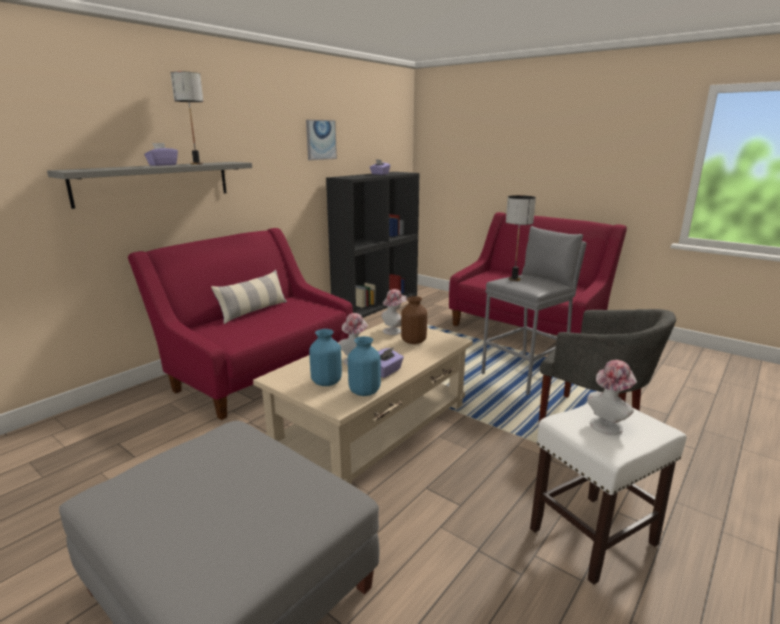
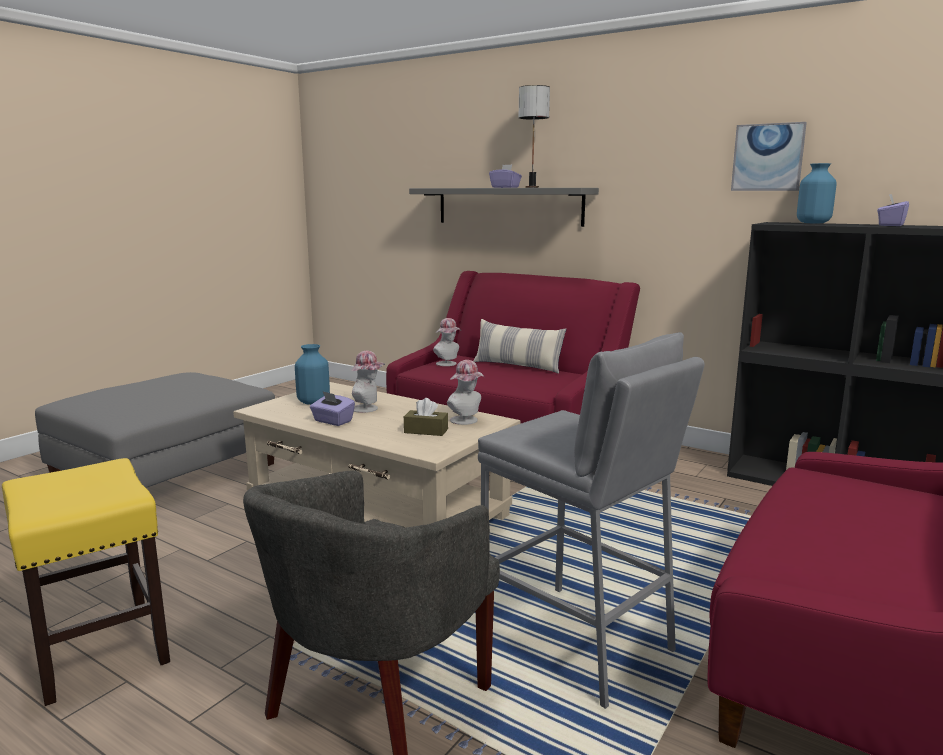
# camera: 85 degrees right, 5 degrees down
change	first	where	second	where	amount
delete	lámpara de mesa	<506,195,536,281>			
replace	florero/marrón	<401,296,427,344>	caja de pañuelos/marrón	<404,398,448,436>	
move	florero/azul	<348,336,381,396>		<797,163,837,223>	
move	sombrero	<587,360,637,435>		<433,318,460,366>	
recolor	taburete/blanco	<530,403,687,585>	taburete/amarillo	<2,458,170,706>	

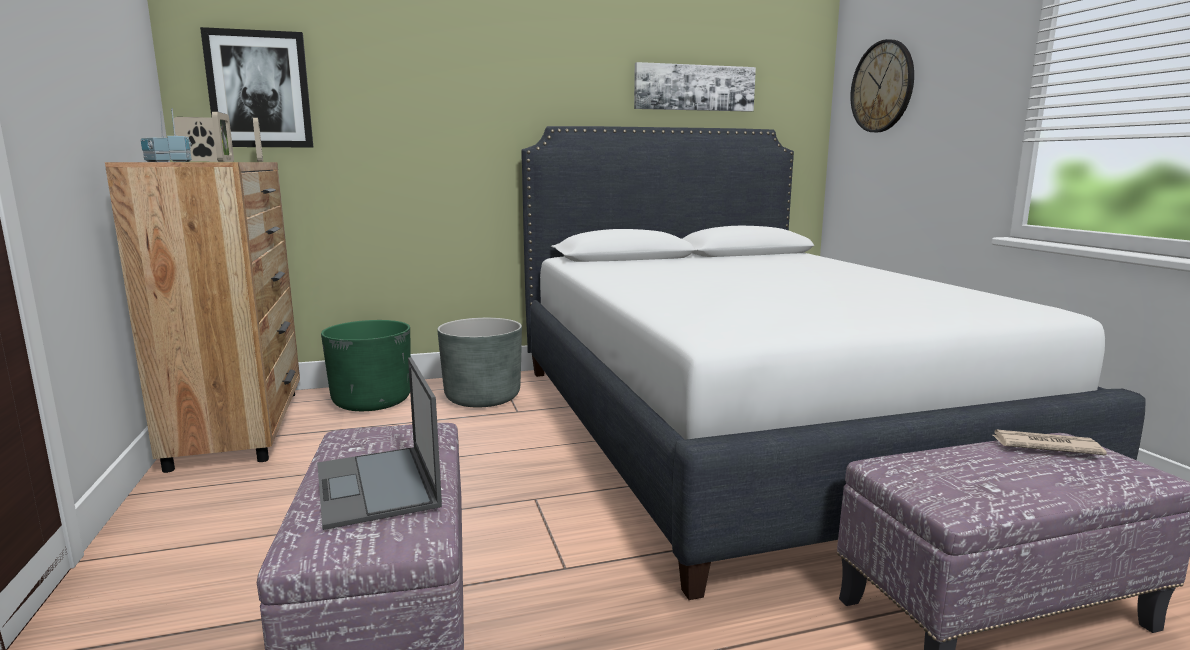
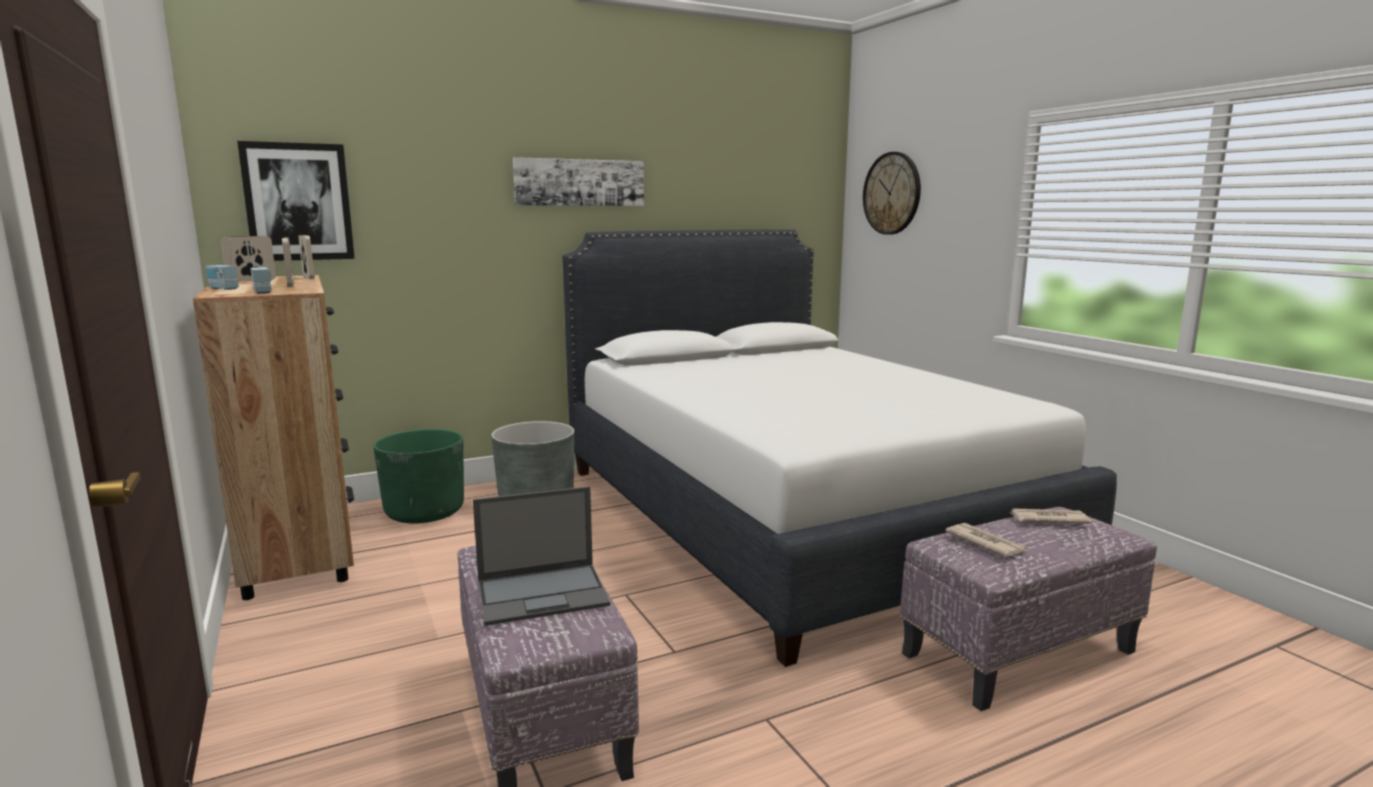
# camera: 10 degrees left, 0 degrees up
change	first	where	second	where	amount
move	cuadro	<634,62,756,112>		<513,157,644,206>	
rotate	portátil	<317,357,442,530>		<473,486,610,626>	75 degrees counterclockwise
insert			periódico	<945,523,1028,557>	

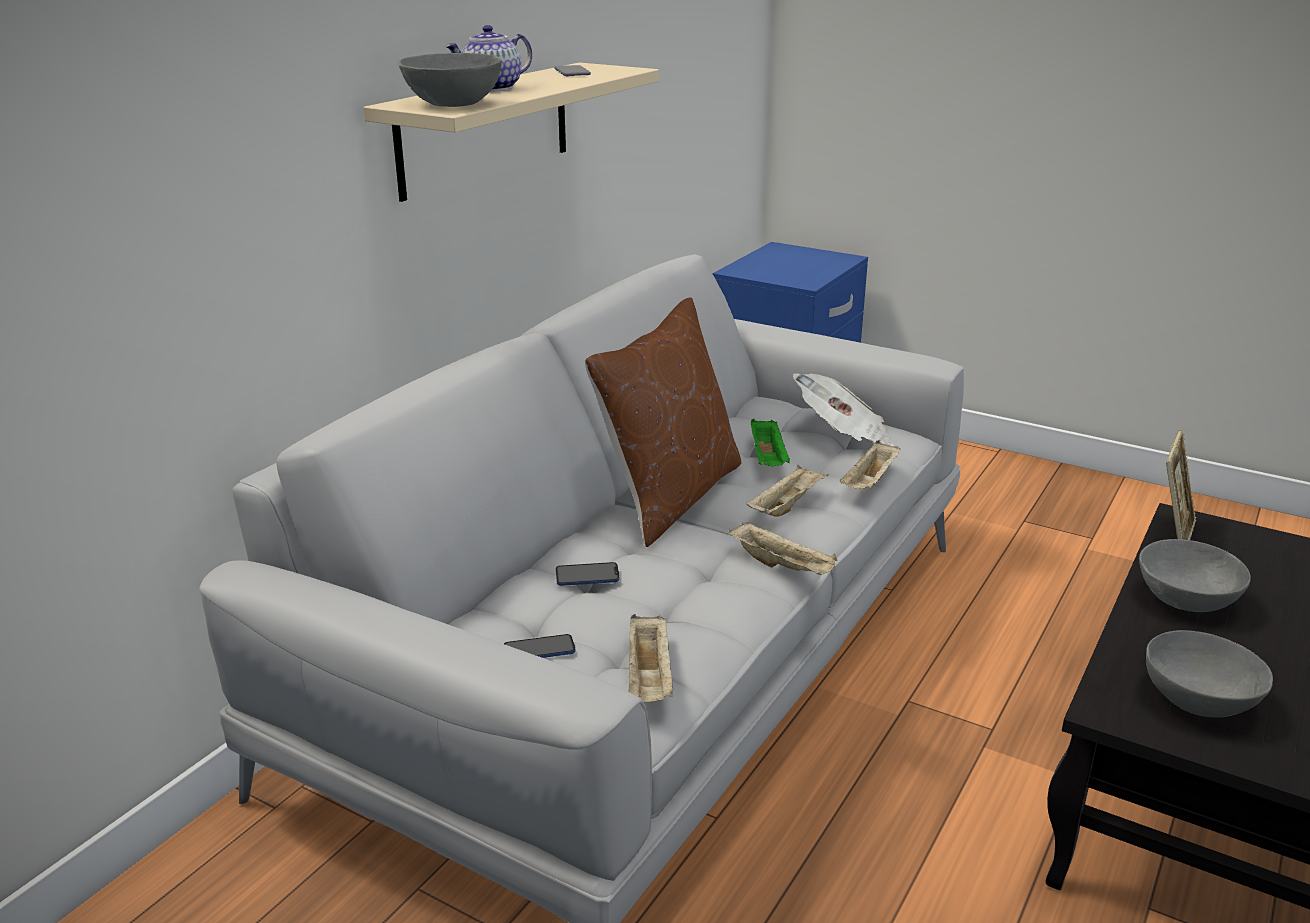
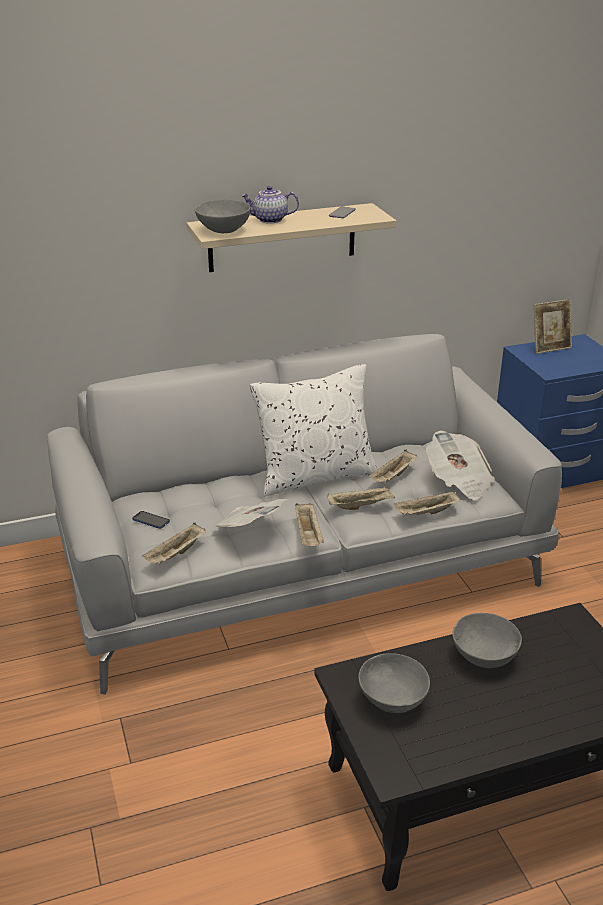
# camera: 40 degrees right, 5 degrees up
change	first	where	second	where	amount
recolor	cojín/marrón	<585,297,741,547>	cojín/blanco	<250,364,377,496>	
recolor	bandeja/verde	<751,419,790,466>	bandeja/beis	<369,450,418,483>	
move	portarretratos	<1166,430,1196,540>		<534,299,572,354>	
delete	móvil	<556,562,620,586>			
insert			periódico	<213,499,288,527>	

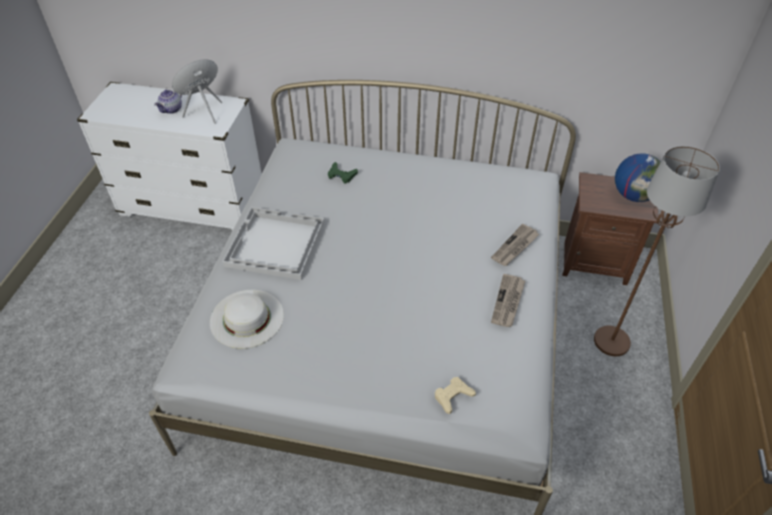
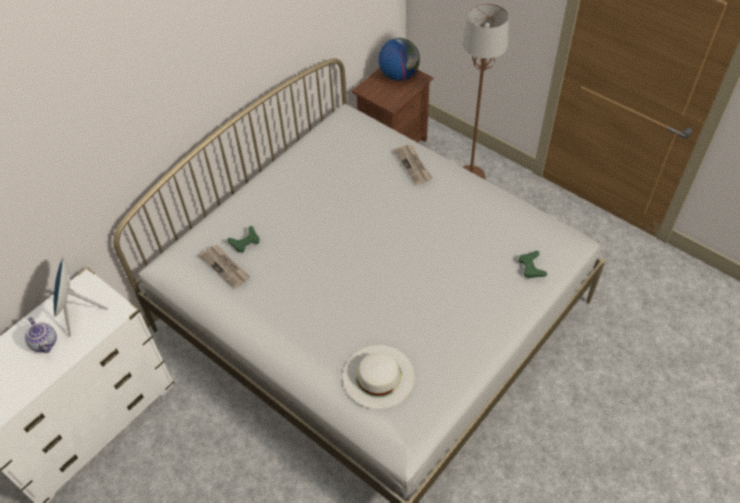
# camera: 60 degrees left, 5 degrees up
change	first	where	second	where	amount
delete	bandeja/blanco	<223,207,325,280>			
move	periódico	<491,274,525,327>		<199,245,250,289>	
recolor	mando de consola/beis	<435,377,476,414>	mando de consola/verde	<519,251,547,278>	

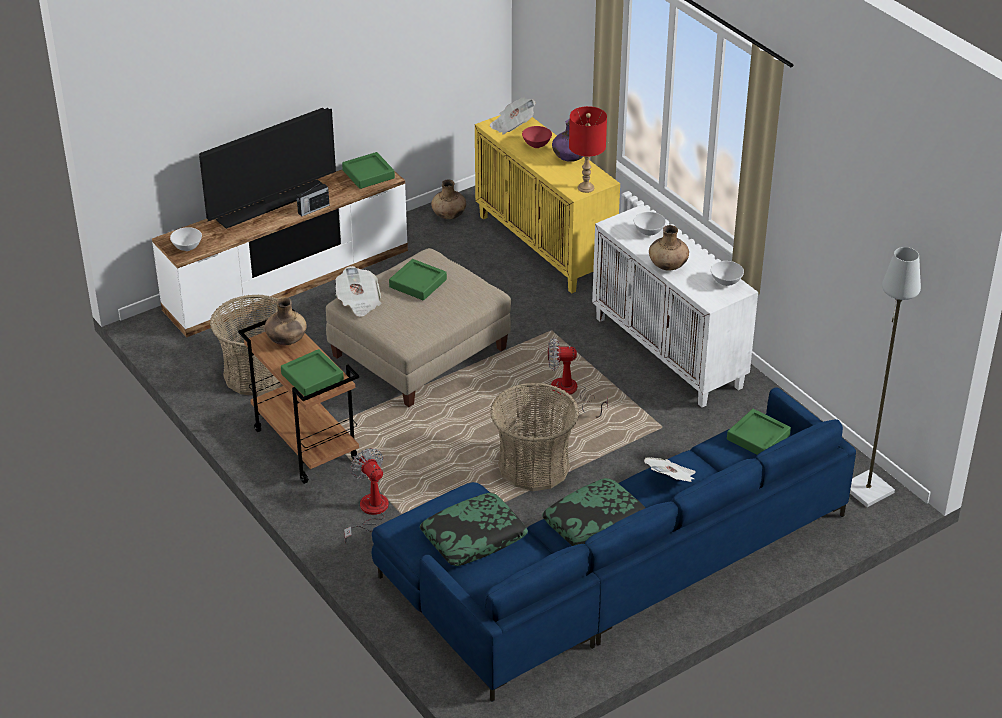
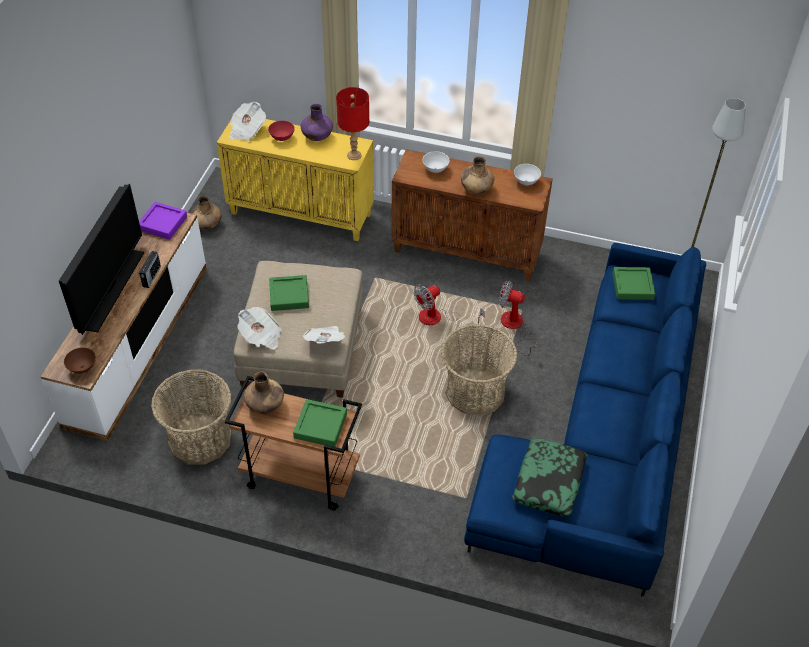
# camera: 40 degrees left, 10 degrees up
change	first	where	second	where	amount
recolor	bandeja/verde	<342,152,395,189>	bandeja/morado	<139,202,187,240>	
recolor	armario/blanco	<592,204,758,407>	armario/marrón	<391,149,553,281>	
recolor	cuenco/blanco	<170,227,202,251>	cuenco/marrón	<64,347,96,374>	
move	ventilador	<344,448,389,543>		<499,280,537,356>	
move	periódico	<644,457,696,482>		<303,326,346,344>	
delete	cojín	<542,478,645,546>			

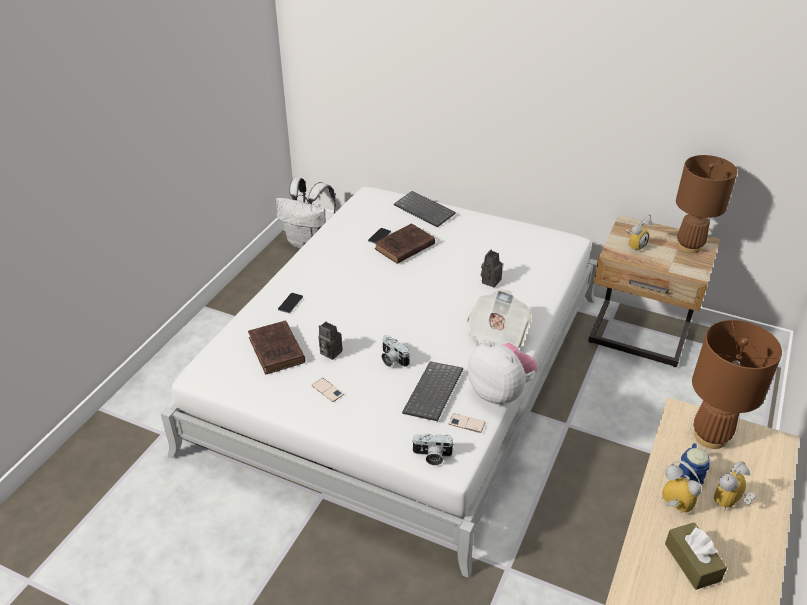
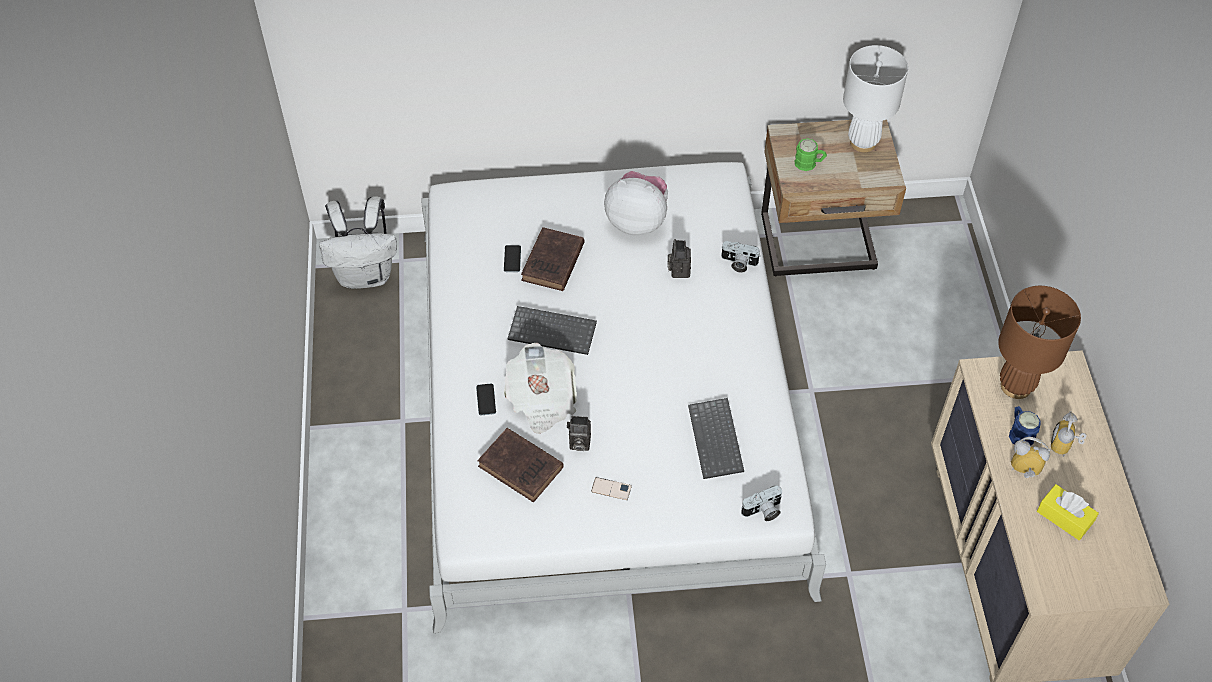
# camera: 30 degrees left, 15 degrees up
change	first	where	second	where	amount
recolor	lámpara de mesa/marrón	<676,155,738,253>	lámpara de mesa/blanco	<843,45,908,152>	
move	teclado	<394,191,456,227>		<507,306,597,355>	
replace	despertador	<626,214,653,251>	taza grande/verde	<794,138,827,171>	
move	periódico	<467,290,532,348>		<504,343,577,434>	
move	cámara	<382,335,410,367>		<721,241,761,273>	
move	peluche	<468,340,537,405>		<604,171,668,235>	
delete	móvil	<449,413,486,433>			
recolor	caja de pañuelos/marrón	<665,523,727,590>	caja de pañuelos/amarillo	<1037,484,1099,540>	

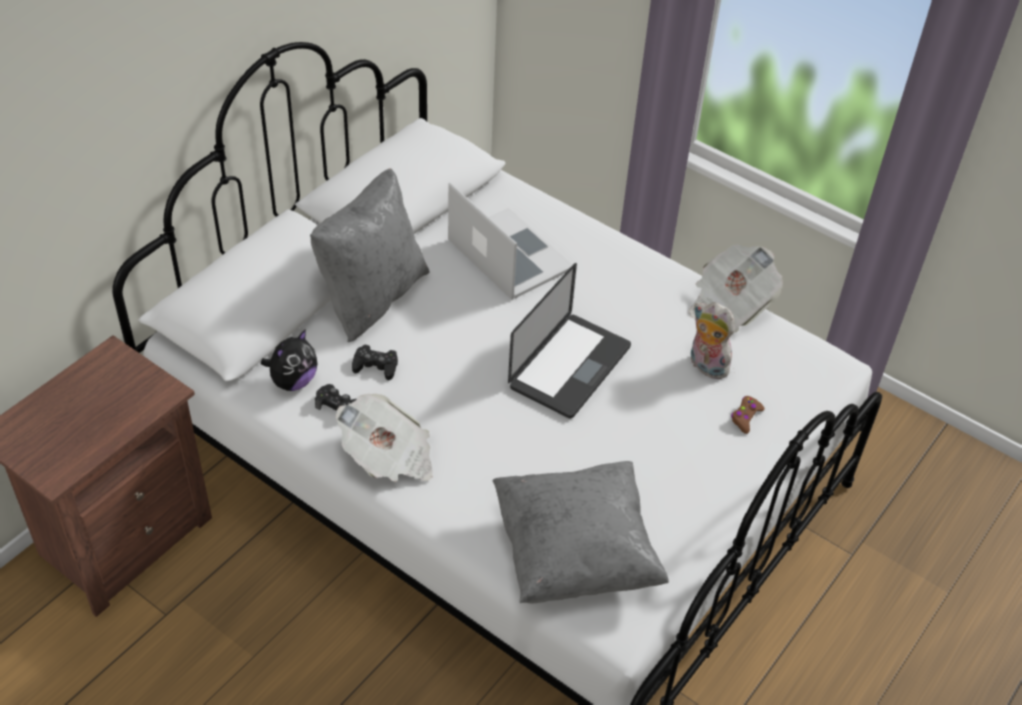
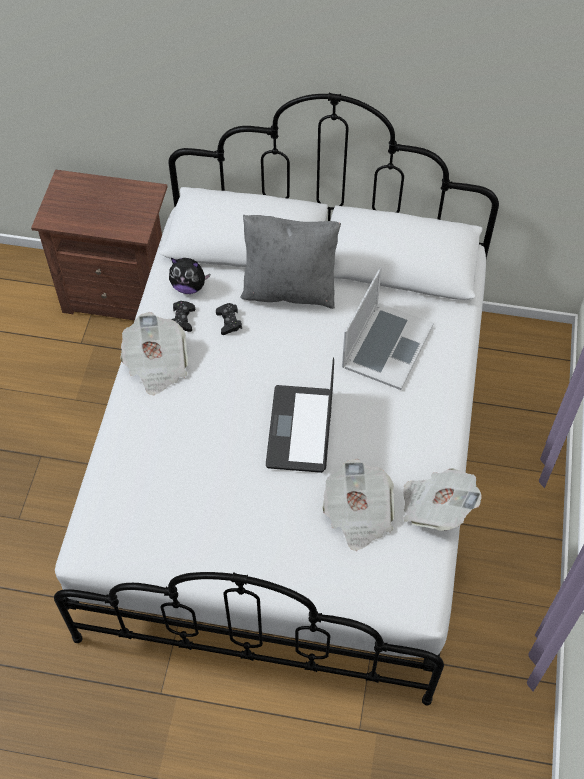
# camera: 65 degrees right, 10 degrees up
change	first	where	second	where	amount
rotate	portátil	<508,263,631,419>		<266,358,334,473>	90 degrees clockwise
replace	peluche	<691,302,735,379>	periódico	<322,459,395,551>	
delete	mando de consola/marrón	<731,396,765,434>			
delete	cojín/gris	<492,461,669,603>			

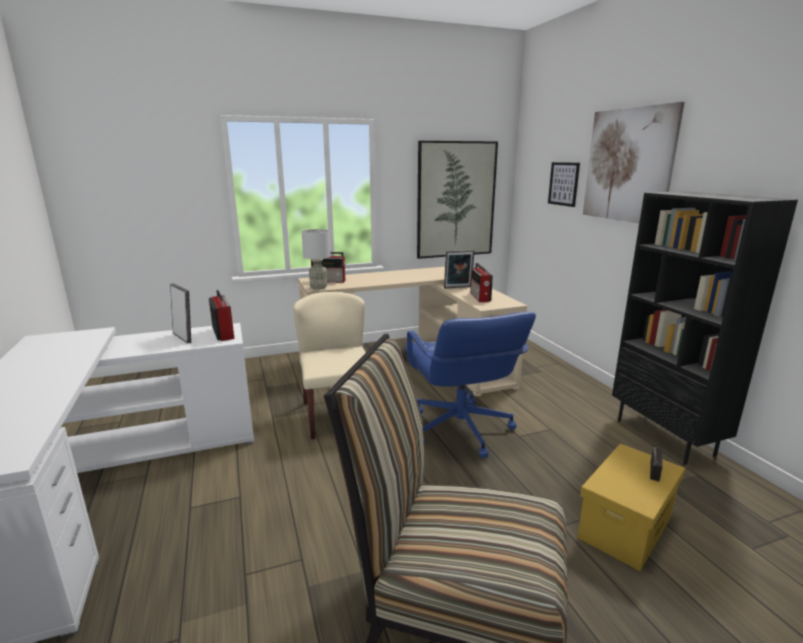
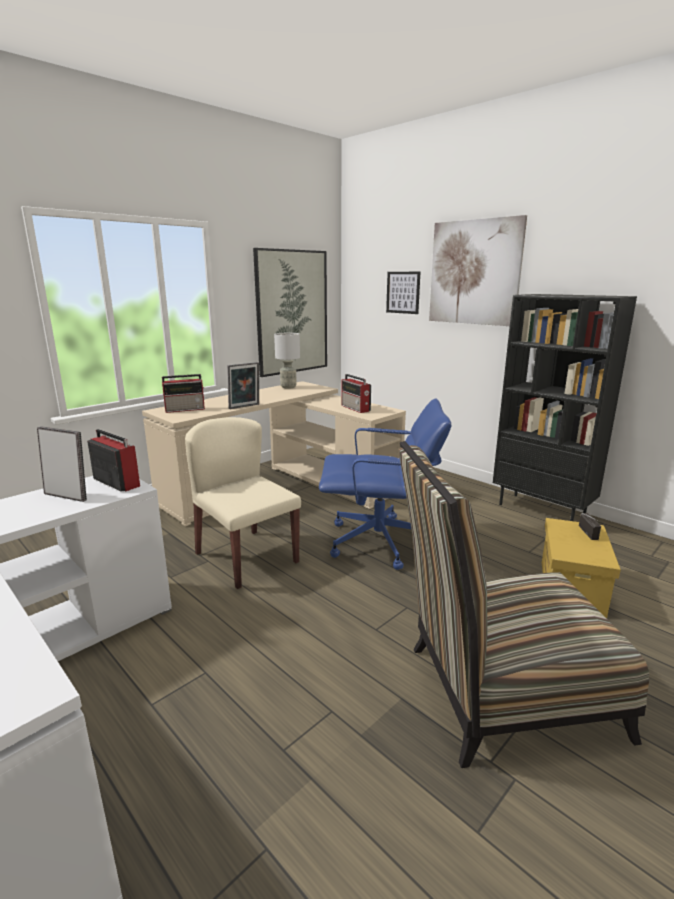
# camera: 25 degrees left, 0 degrees up
change	first	where	second	where	amount
move	lámpara de mesa/gris	<302,229,331,290>		<274,333,300,389>	
move	portarretratos	<444,250,475,288>		<227,362,259,409>	
rotate	silla de oficina/azul	<405,312,536,458>		<319,399,451,570>	45 degrees counterclockwise

